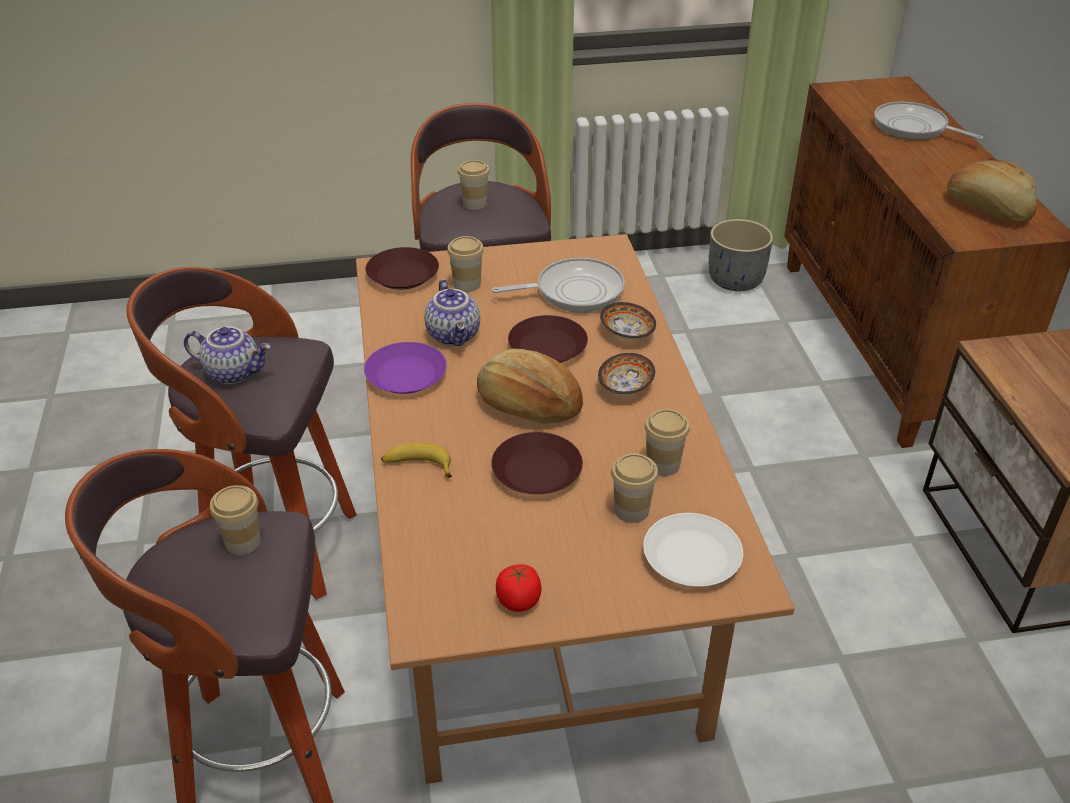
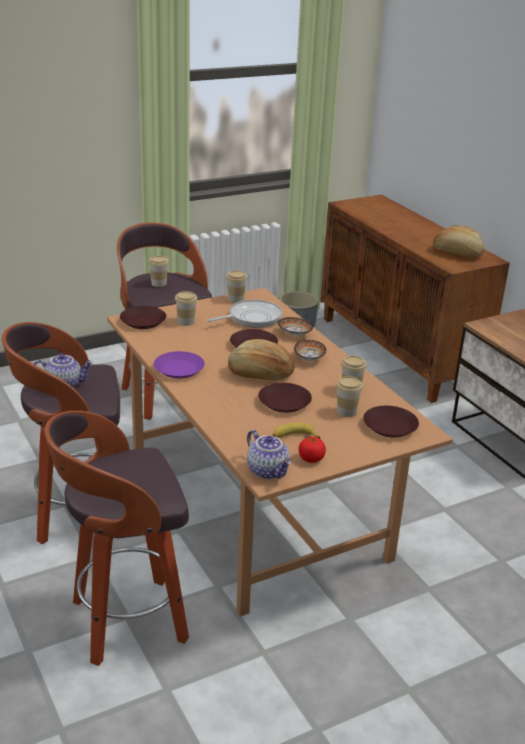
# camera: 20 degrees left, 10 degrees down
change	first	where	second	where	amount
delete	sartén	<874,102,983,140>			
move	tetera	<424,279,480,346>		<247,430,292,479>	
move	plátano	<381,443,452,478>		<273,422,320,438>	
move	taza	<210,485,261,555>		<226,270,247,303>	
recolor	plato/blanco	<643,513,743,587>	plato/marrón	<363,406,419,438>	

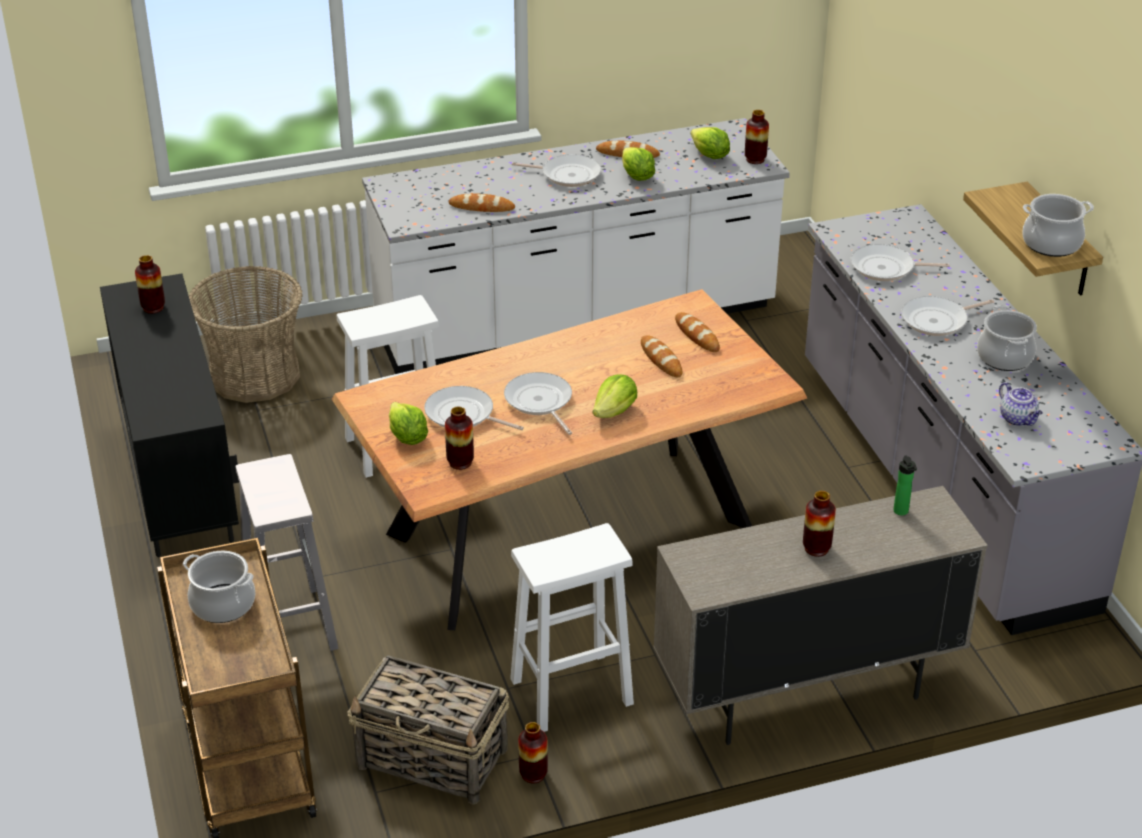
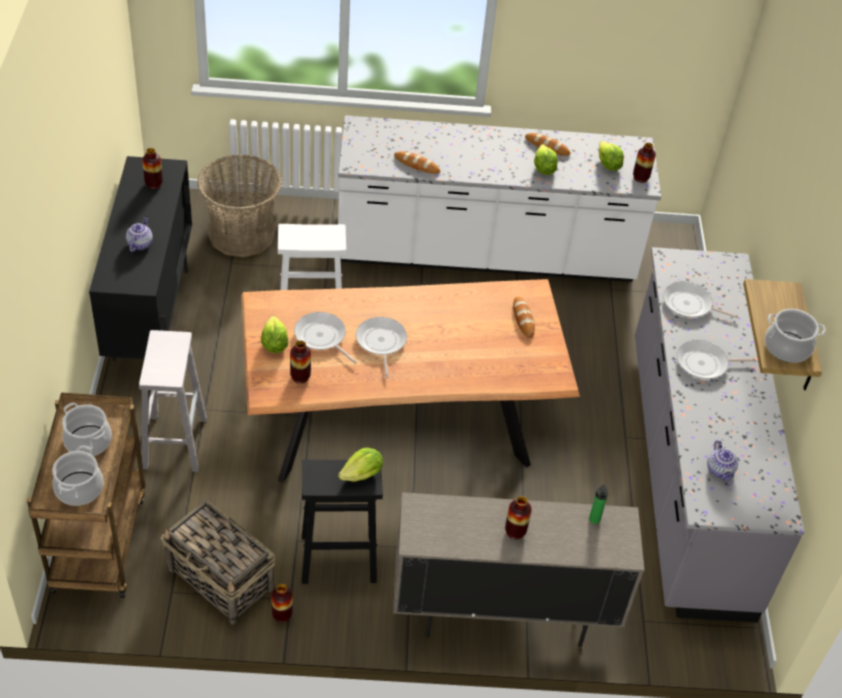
# camera: 15 degrees right, 10 degrees up
change	first	where	second	where	amount
delete	sartén	<512,154,601,187>			
move	olla	<977,305,1037,371>		<52,446,104,506>	
delete	pan	<641,335,682,377>			
move	lechuga	<593,375,637,418>		<338,447,383,482>	
recolor	taburete/blanco	<510,523,634,732>	taburete/negro	<302,459,383,584>	
insert			tetera	<126,217,153,252>	

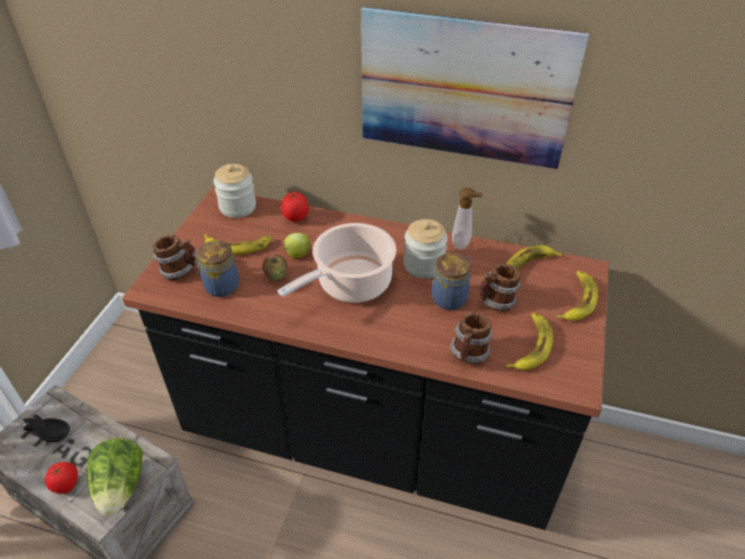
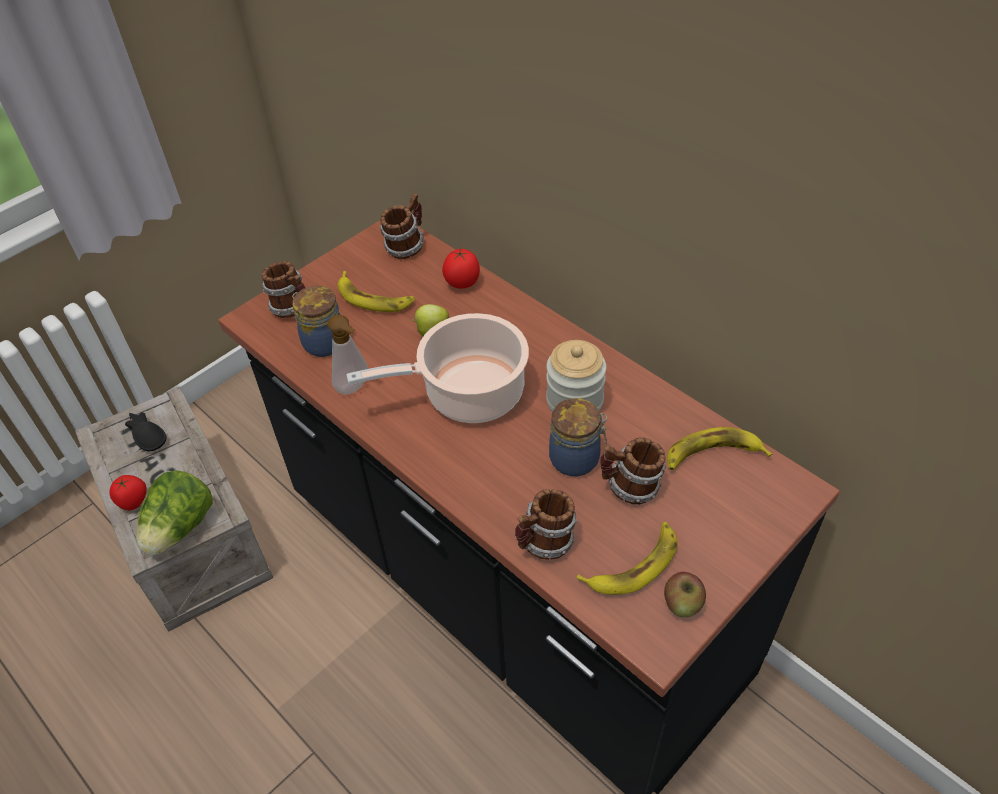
# camera: 30 degrees right, 5 degrees up
change	first	where	second	where	amount
delete	cuadro	<361,7,589,169>			
replace	tarro	<213,164,256,218>	taza grande	<380,193,424,259>	
move	dispensador de jabón	<452,188,483,250>		<327,315,368,395>	
move	manzana	<262,254,288,281>		<664,572,706,617>	
delete	plátano	<556,271,598,321>			

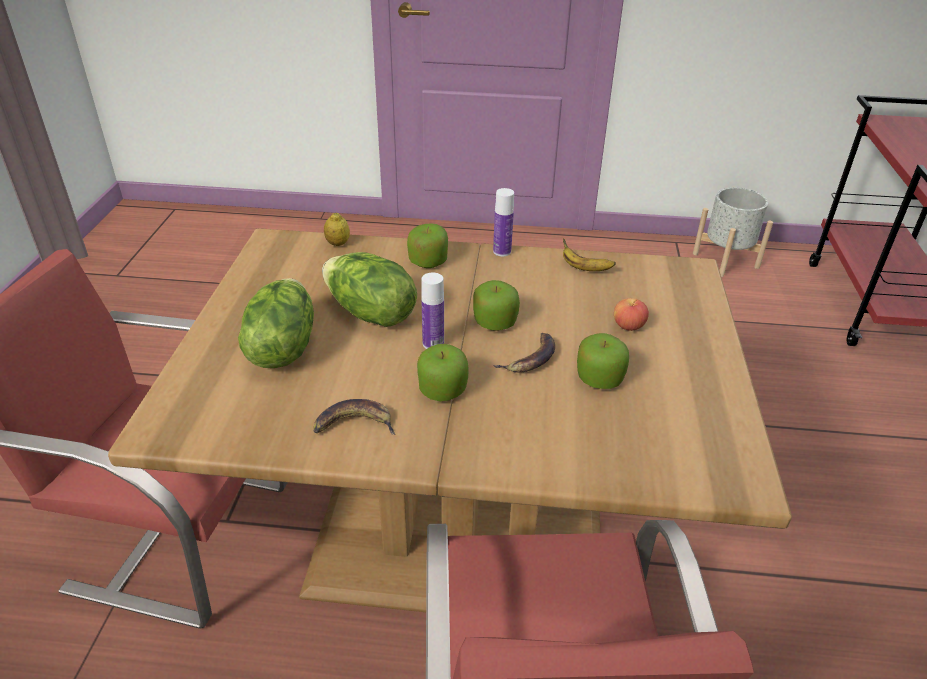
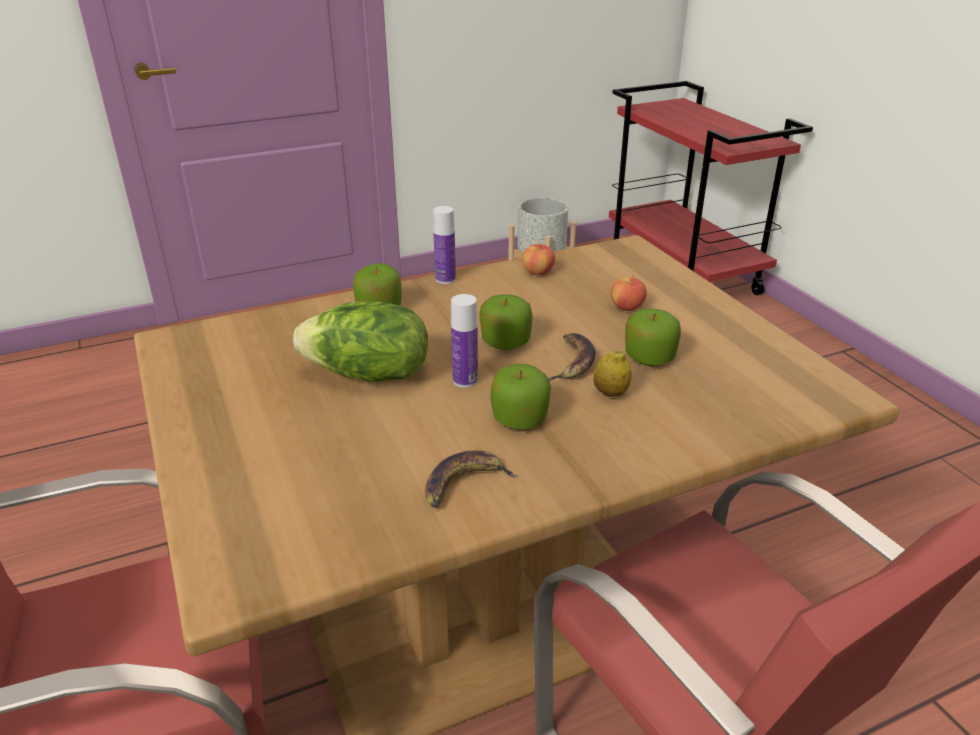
# camera: 30 degrees left, 5 degrees down
change	first	where	second	where	amount
move	limón	<324,212,350,246>		<594,349,632,397>	
replace	plátano	<563,239,616,271>	manzana	<522,241,555,275>	
delete	lechuga	<238,278,314,368>			

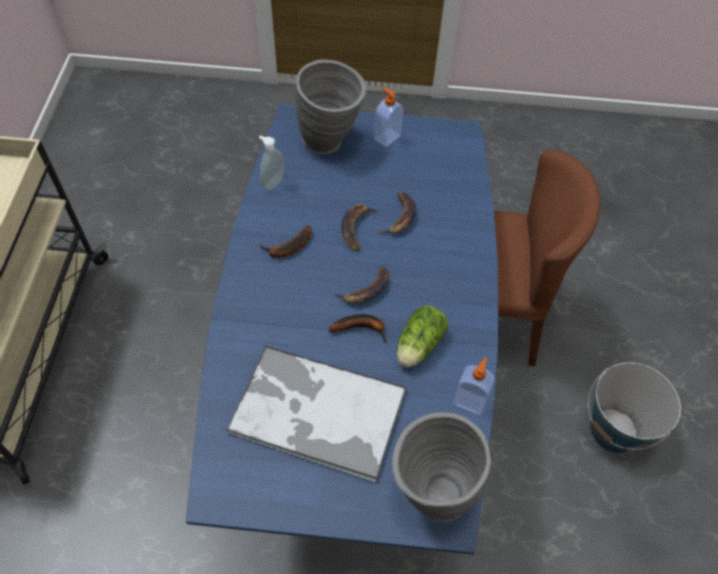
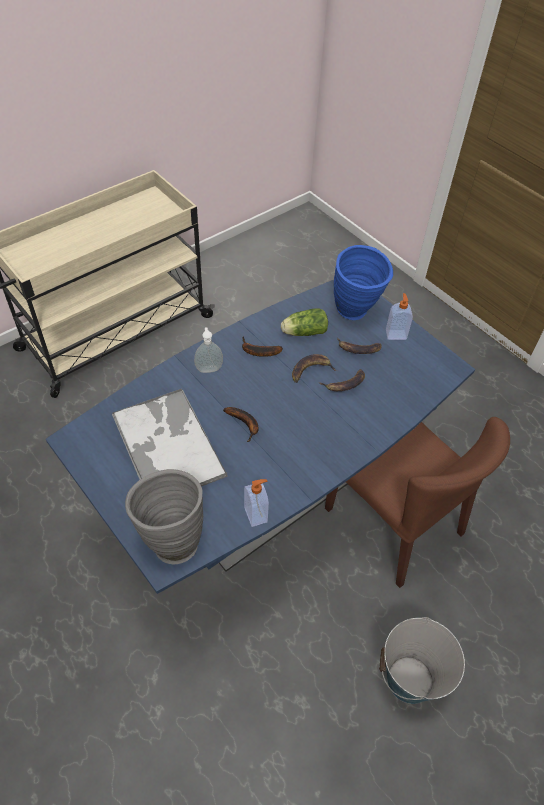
# camera: 45 degrees right, 5 degrees down
change	first	where	second	where	amount
recolor	florero/gris	<295,59,366,154>	florero/azul	<334,245,393,320>	
move	dispensador de jabón	<259,135,284,190>		<194,327,223,373>	
move	plátano	<333,266,389,303>		<337,338,381,354>	
move	lechuga	<397,306,448,368>		<281,308,328,336>	

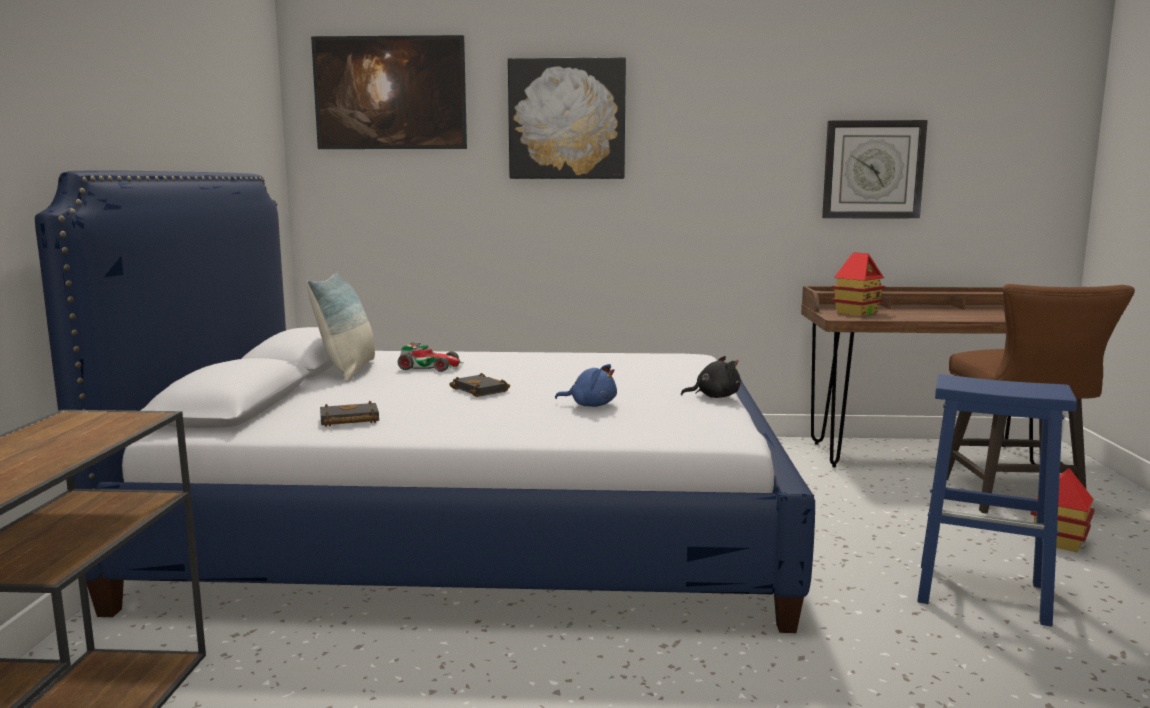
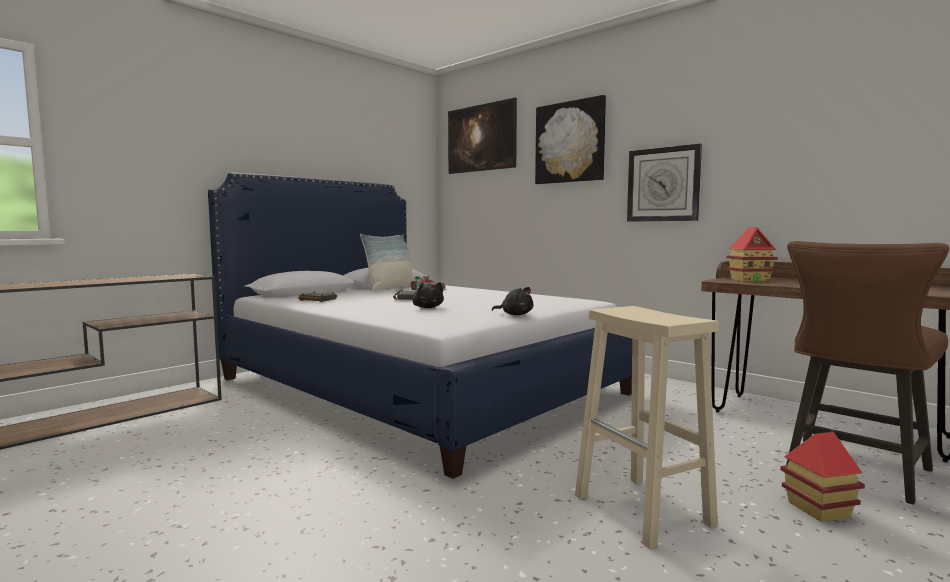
# camera: 40 degrees right, 5 degrees down
change	first	where	second	where	amount
move	reloj de pared	<822,120,928,219>		<627,144,702,222>	
recolor	peluche/azul	<555,364,617,407>	peluche/negro	<413,282,444,308>	
recolor	taburete/azul	<917,374,1077,627>	taburete/beis	<575,306,719,549>	

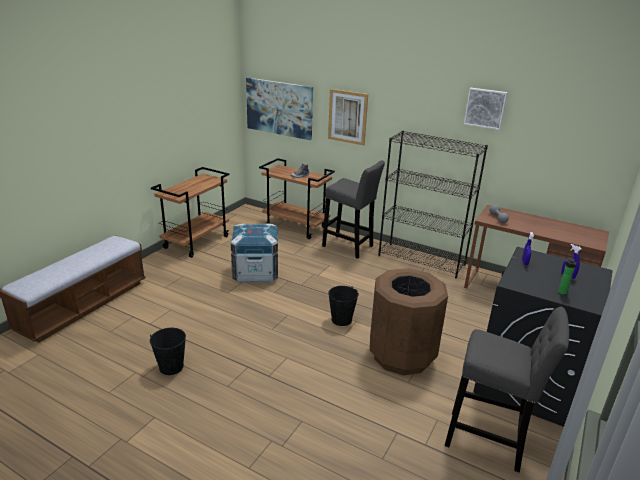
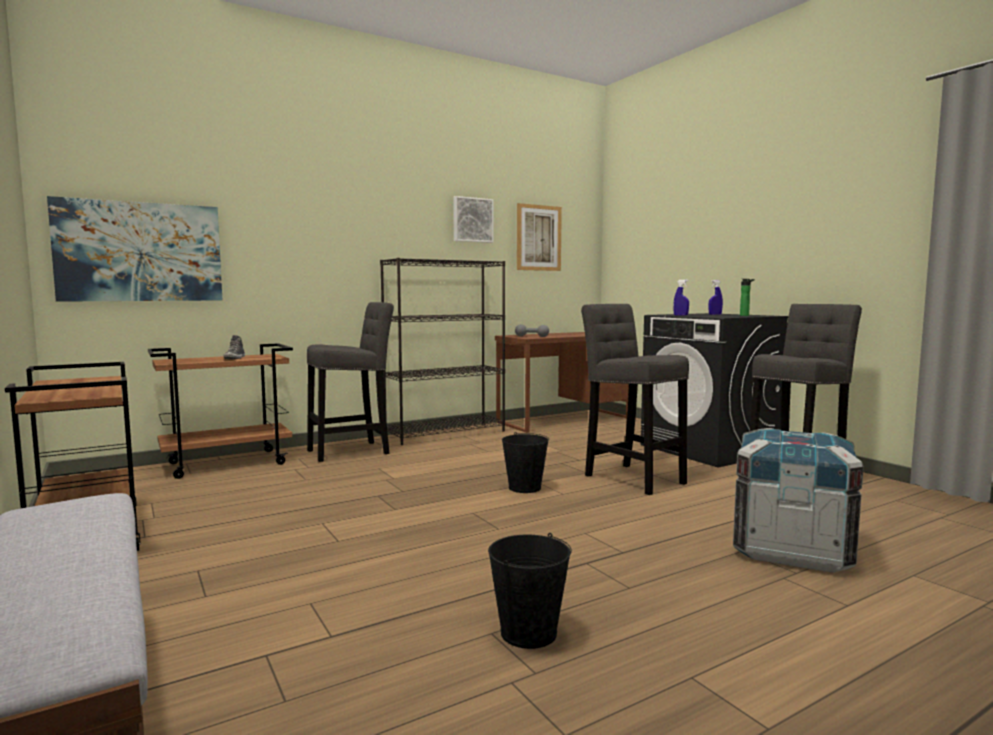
# camera: 60 degrees left, 20 degrees down
change	first	where	second	where	amount
move	cuadro	<328,89,368,146>		<517,203,562,271>	
move	caja de embalaje	<230,223,278,283>		<733,428,864,572>	
replace	papelera/marrón	<370,268,448,375>	taburete/gris	<581,304,689,495>	

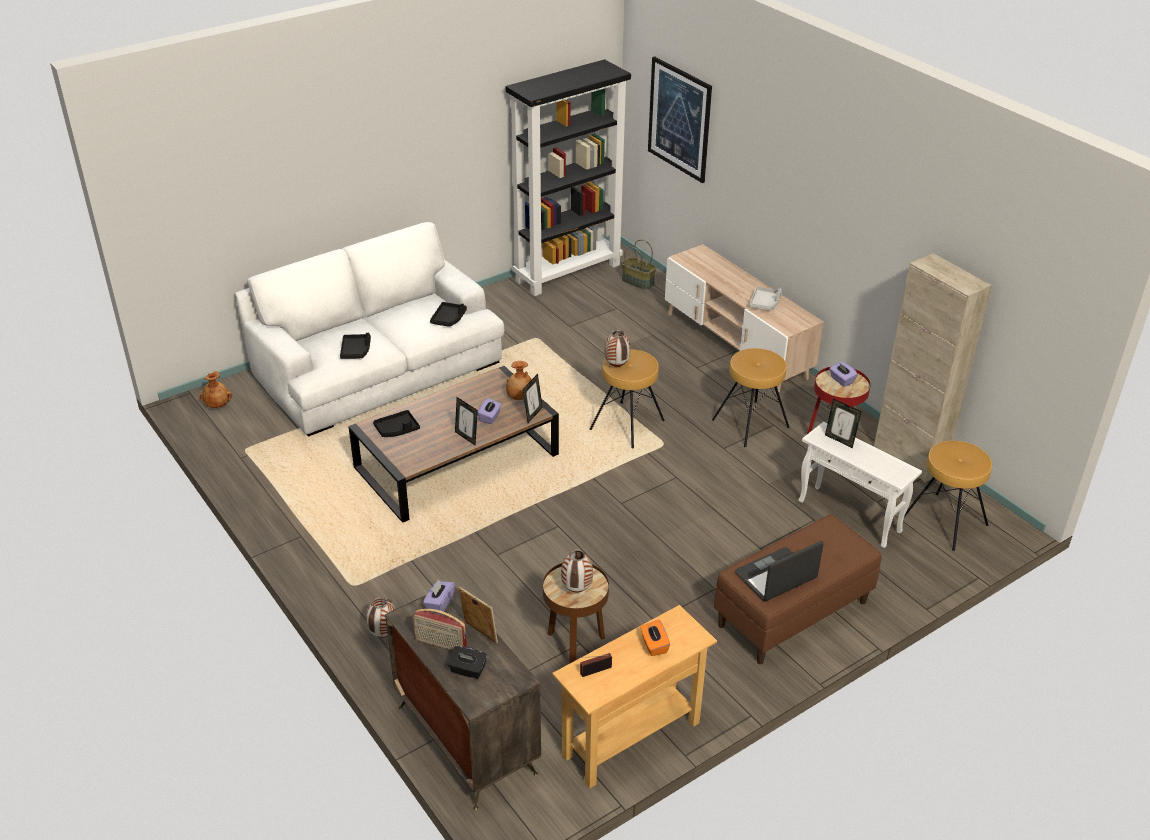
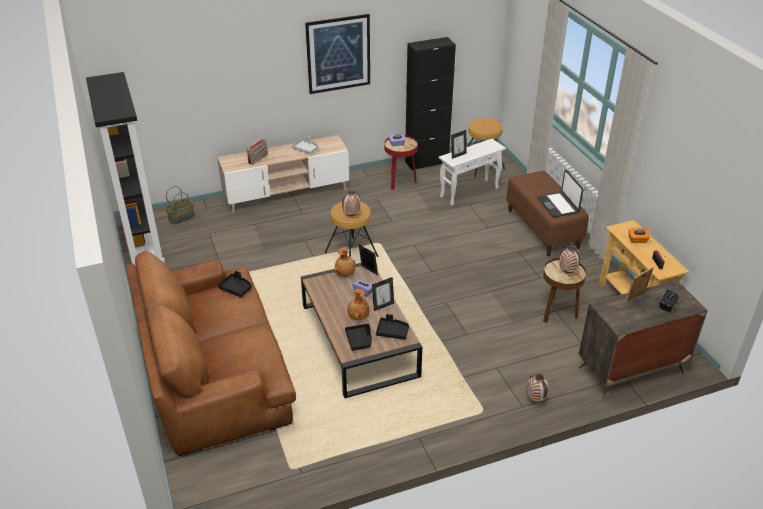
# camera: 75 degrees left, 0 degrees up
change	first	where	second	where	amount
move	cuadro	<648,56,712,183>		<305,14,370,94>	
recolor	sofá/blanco	<235,222,504,437>	sofá/marrón	<126,251,296,456>	
recolor	armario/beis	<874,253,992,483>	armario/negro	<405,37,456,170>	
move	bandeja/negro	<340,333,371,359>		<376,314,409,340>	
delete	taburete/marrón	<712,348,790,447>			
move	florero/marrón	<199,371,232,408>		<348,289,369,320>	
delete	caja de pañuelos/morado	<423,580,455,614>			
move	radio	<413,609,467,650>		<247,139,268,165>	

